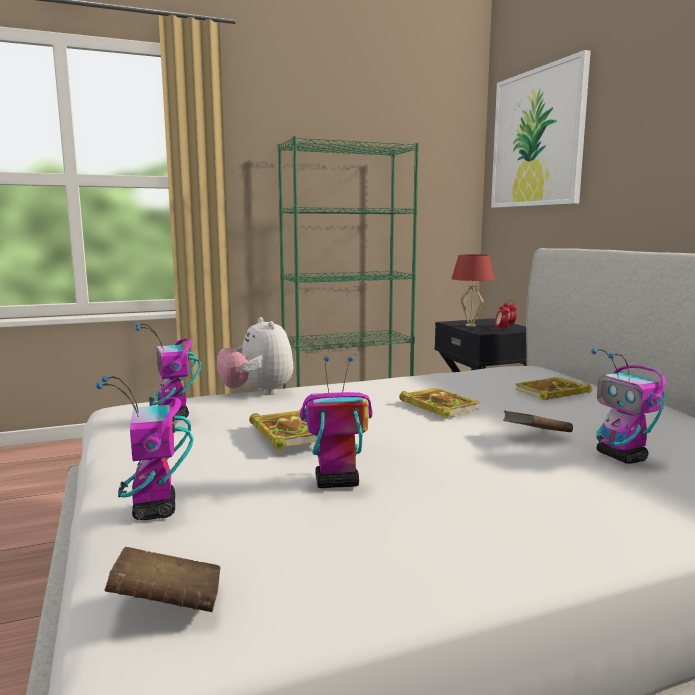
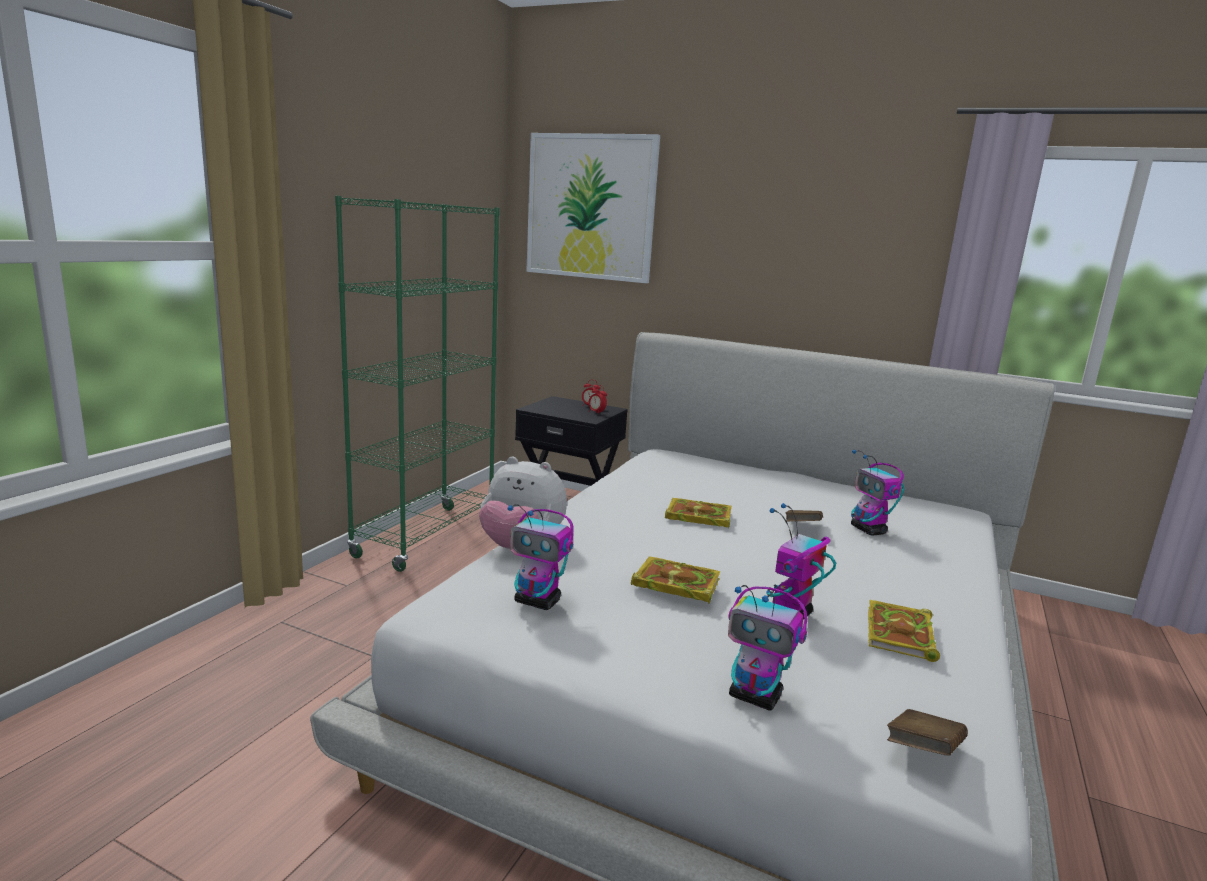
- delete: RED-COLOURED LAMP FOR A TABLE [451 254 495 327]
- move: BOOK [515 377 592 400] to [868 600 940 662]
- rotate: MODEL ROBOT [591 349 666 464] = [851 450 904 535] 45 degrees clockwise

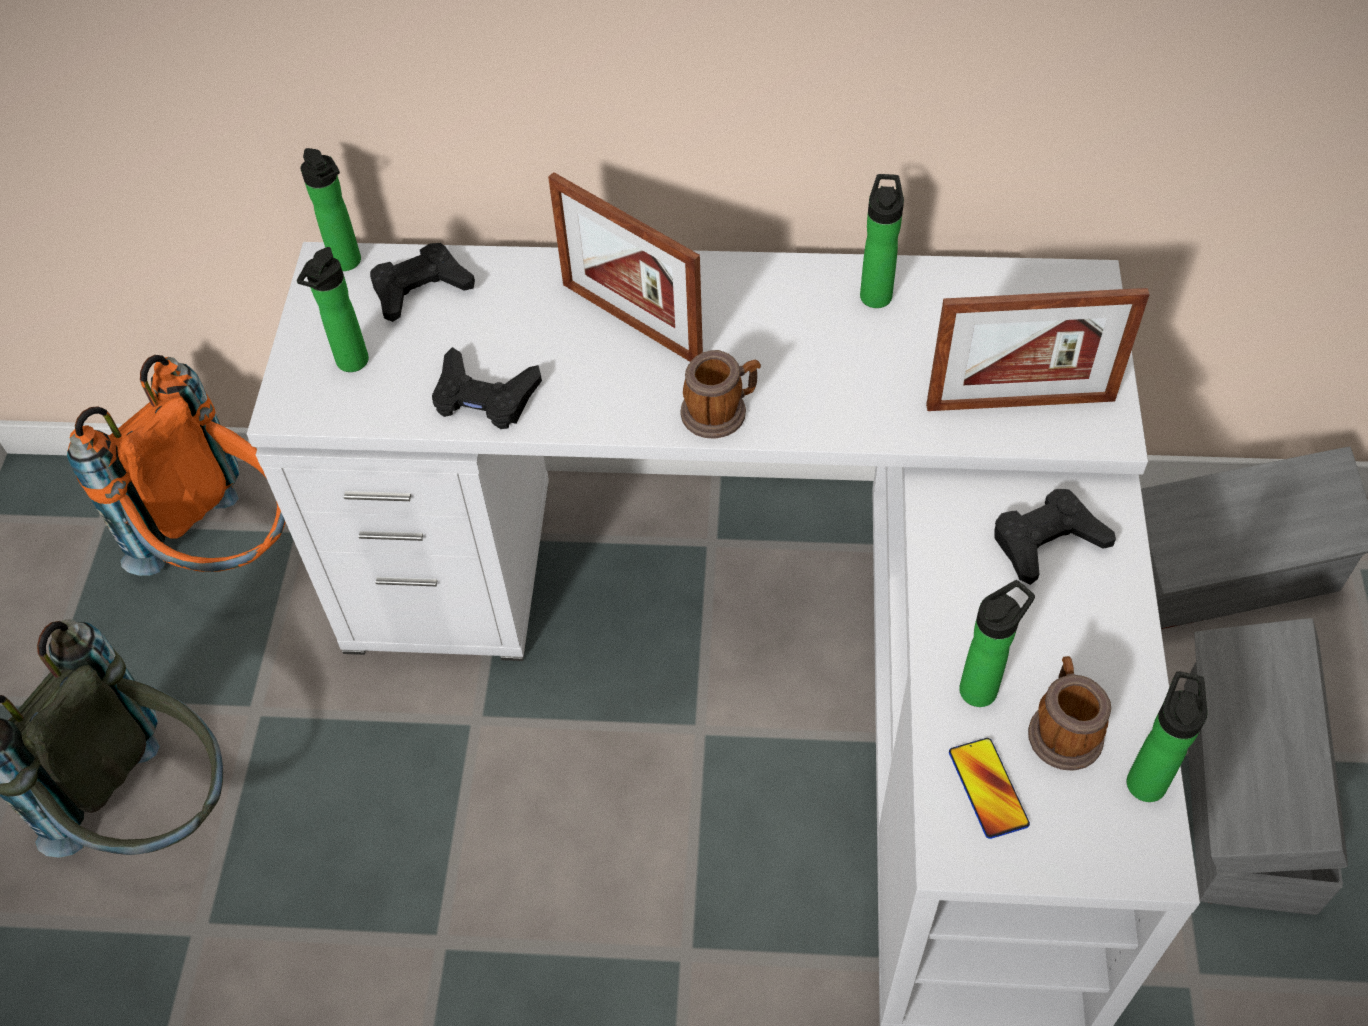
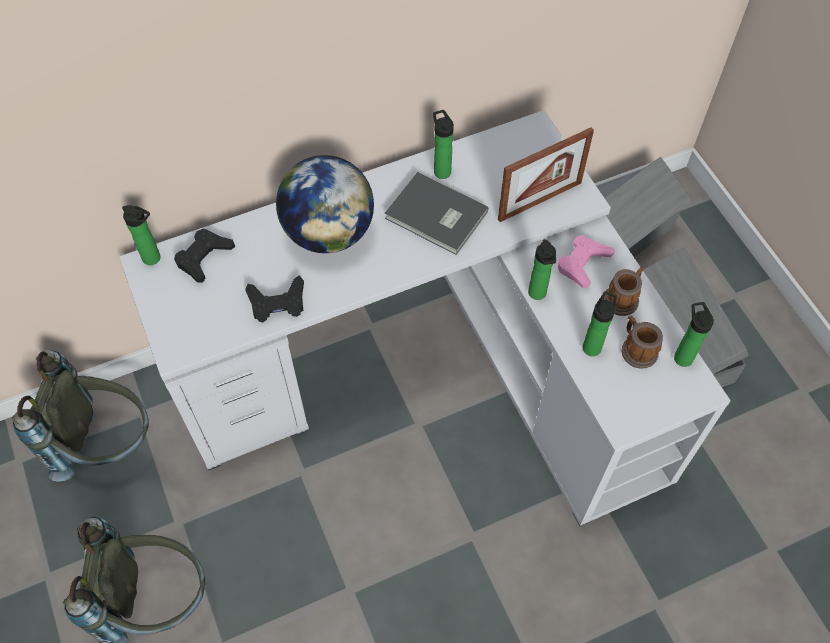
- recolor: ORANGE RUCKSACK [67 355 285 576] to GREYISH RUCKSACK [12 350 149 482]
- move: BOTTLE [297 247 369 372] to [528 239 556 300]
- replace: PHOTO FRAME [548 172 703 362] to WORLD GLOBE [276 155 374 253]
- move: COFFEE MUG [681 350 761 439] to [603 267 644 316]
- delete: HANDSET [949 738 1030 839]
- recolor: BLACK JOYPAD [995 489 1116 585] to PINK-COLOURED JOYPAD [558 235 615 288]
- insert: GREYISH BOOK [385 172 489 255]

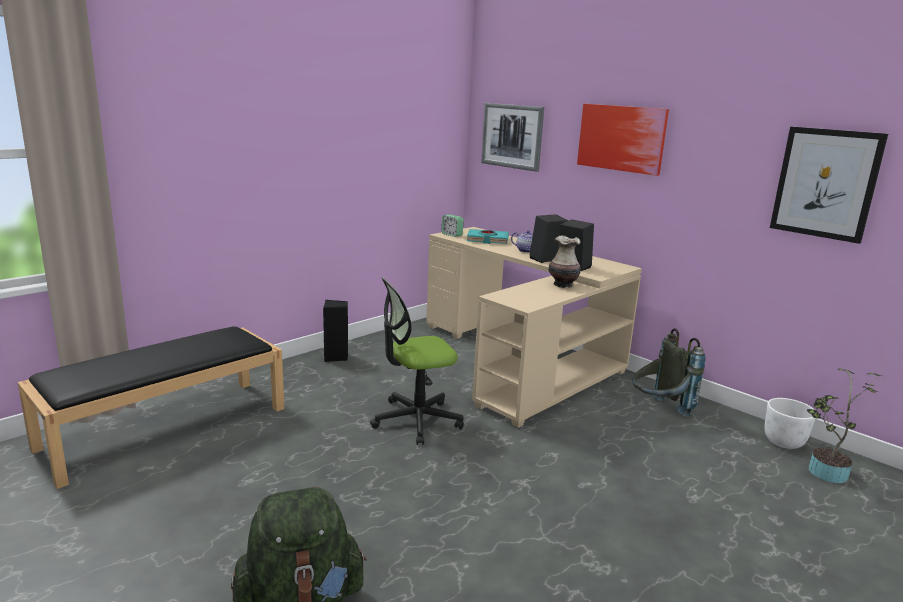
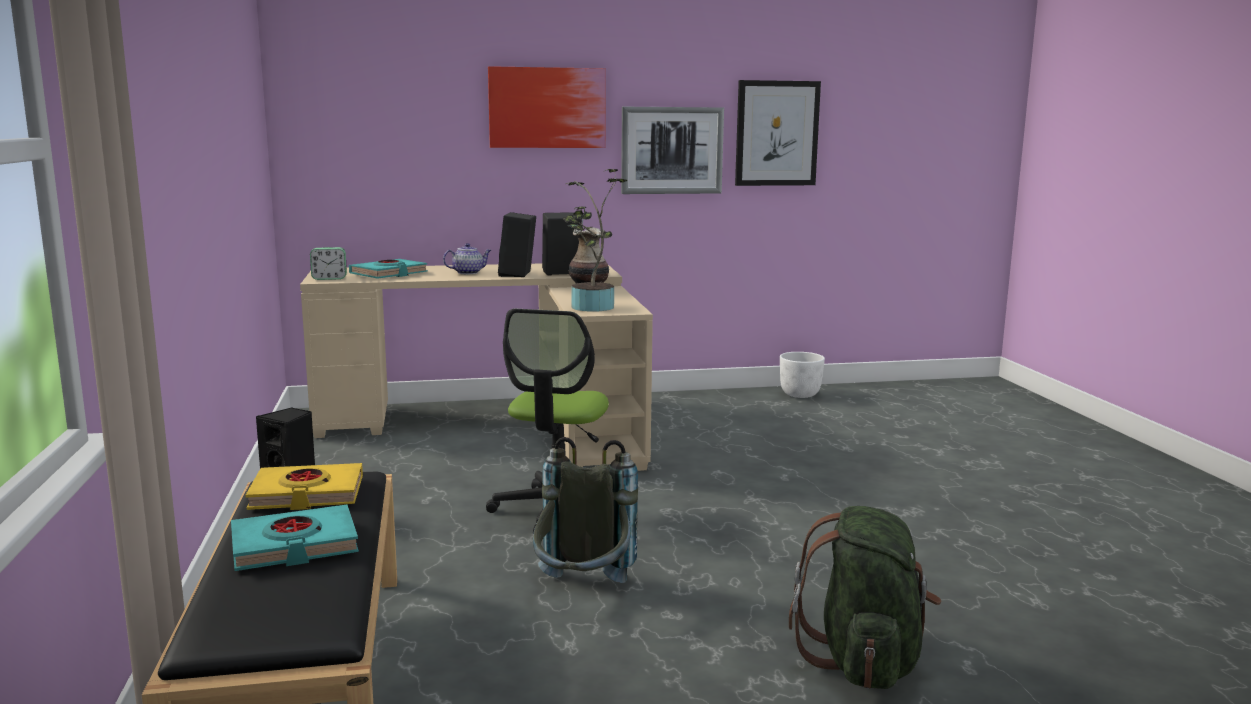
- move: WALL PICTURE [481 103 544 172] to [621 107 724 194]
- move: GREYISH RUCKSACK [633 328 706 417] to [533 437 638 583]
- move: PLANT IN A POT [807 369 882 483] to [563 168 627 312]
- insert: TURQUOISE BOOK [231 505 359 571]
- insert: YELLOW-COLOURED BOOK [246 463 363 510]

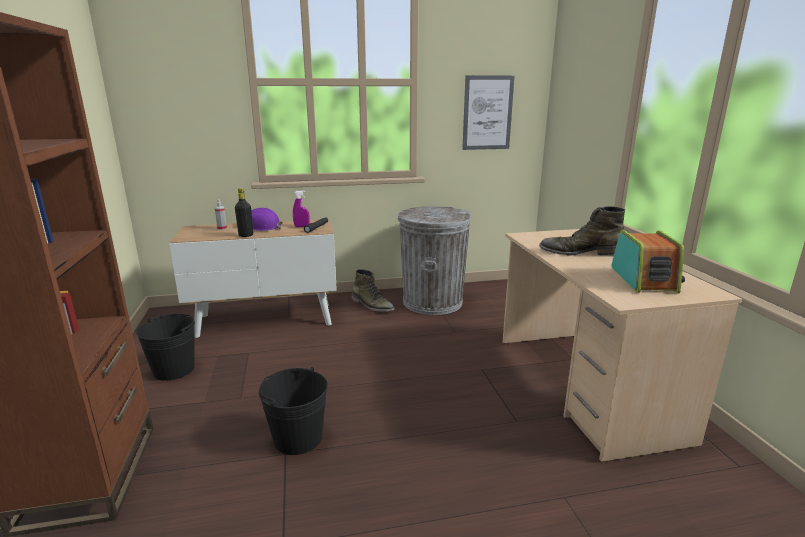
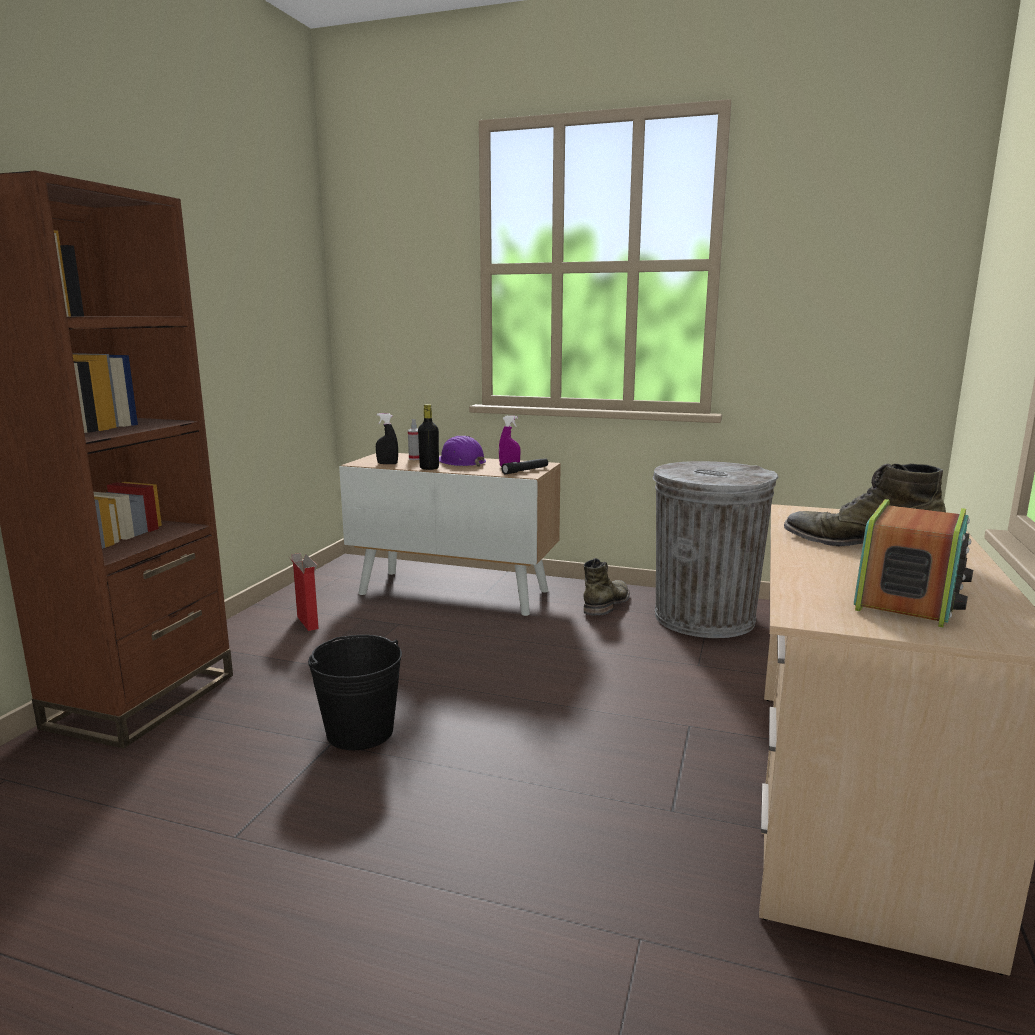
- replace: BLACK BUCKET [136 314 195 381] to PACKING BOX [289 553 319 631]
- rotate: GREEN-COLOURED TALL BOOT [351 269 395 312] = [583 558 630 616] 135 degrees counterclockwise
- delete: WALL PICTURE [462 75 515 150]
- insert: BLACK SPRAY BOTTLE [376 413 398 464]

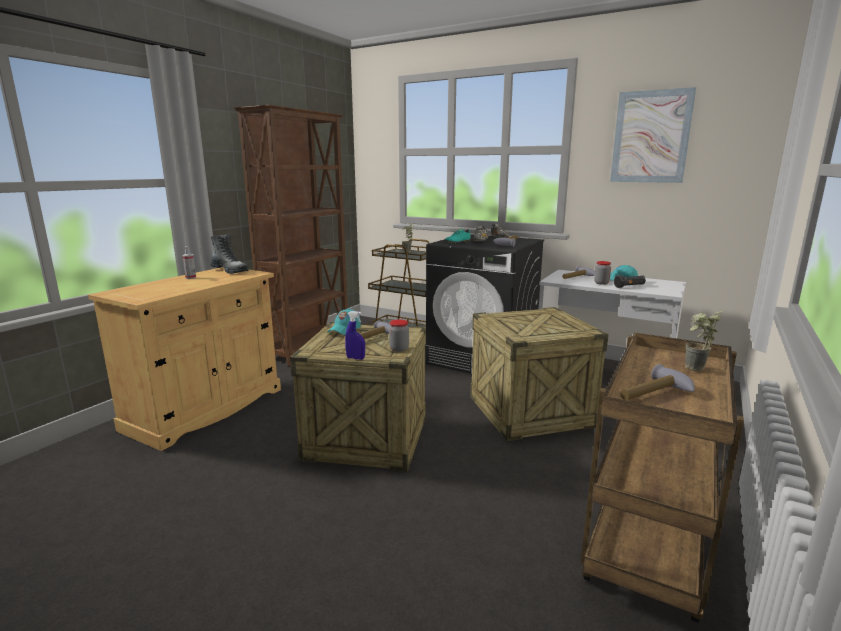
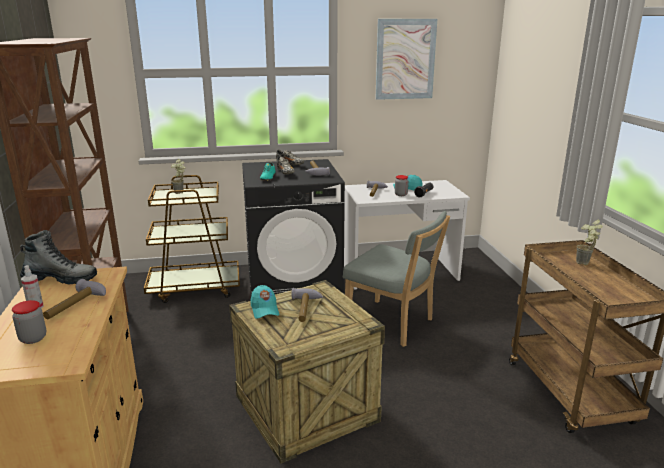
- delete: BLUE-COLOURED SPRAY BOTTLE [345 311 365 360]
- move: JAR [389 319 409 352] to [12 300 46 344]
- replace: SHIPPING CRATE [470 307 609 441] to GREYISH CHAIR [343 211 450 347]
- move: TOOL HAMMER [620 364 695 400] to [43 279 106 319]

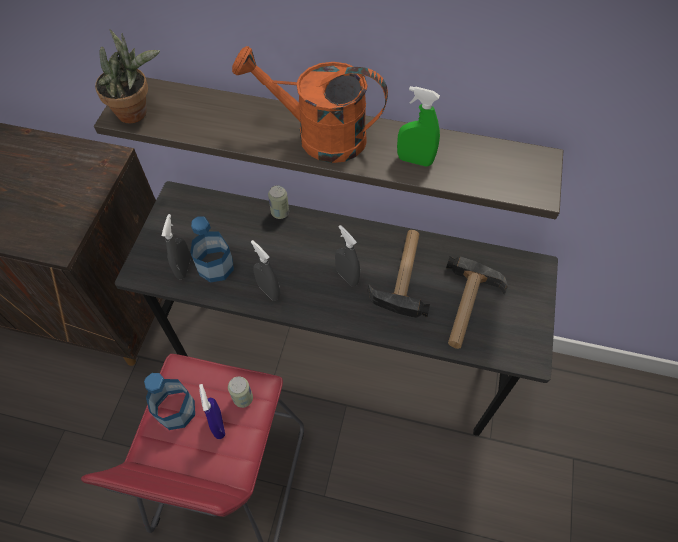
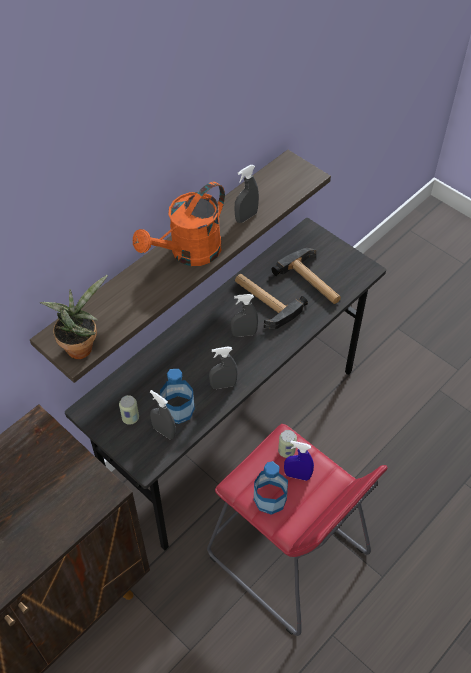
- move: SEALED CAN [268 185 289 219] to [119 395 139 425]
- recolor: GREEN-COLOURED SPRAY BOTTLE [397 86 440 167] to GREYISH SPRAY BOTTLE [235 165 259 223]

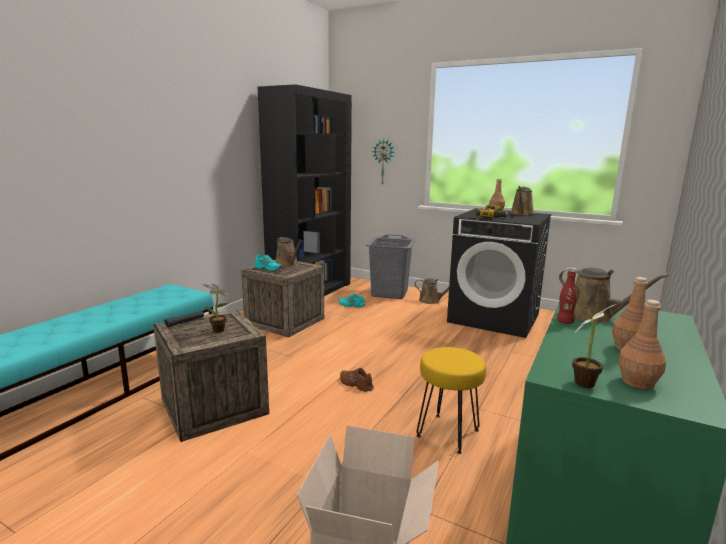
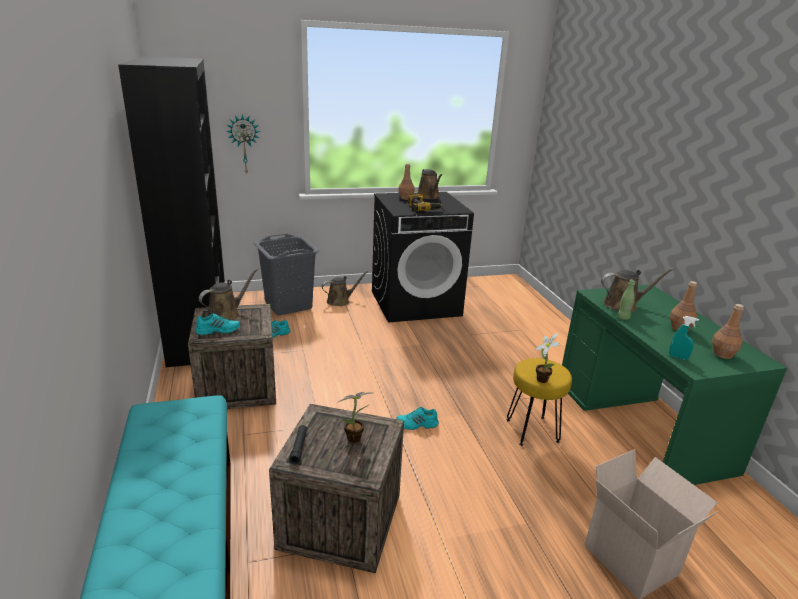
- rotate: BROWNISH WATERING POT [276 237 302 267] = [199 268 258 321] 60 degrees counterclockwise
- recolor: BROWNISH ITEM OF FOOTWEAR [340 368 374 392] to TURQUOISE ITEM OF FOOTWEAR [396 407 439 430]
- recolor: RED-COLOURED BOTTLE [557 270 577 324] to GREEN-COLOURED BOTTLE [617 280 636 320]
- move: PLANT IN A POT [572 303 619 388] to [535 333 560 383]
- insert: TURQUOISE SPRAY BOTTLE [669 316 699 360]

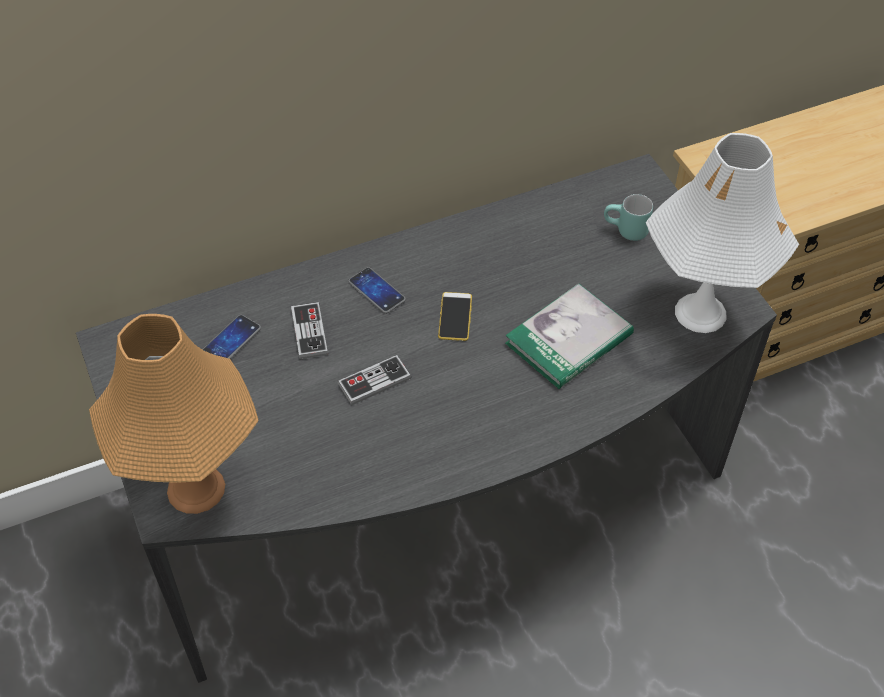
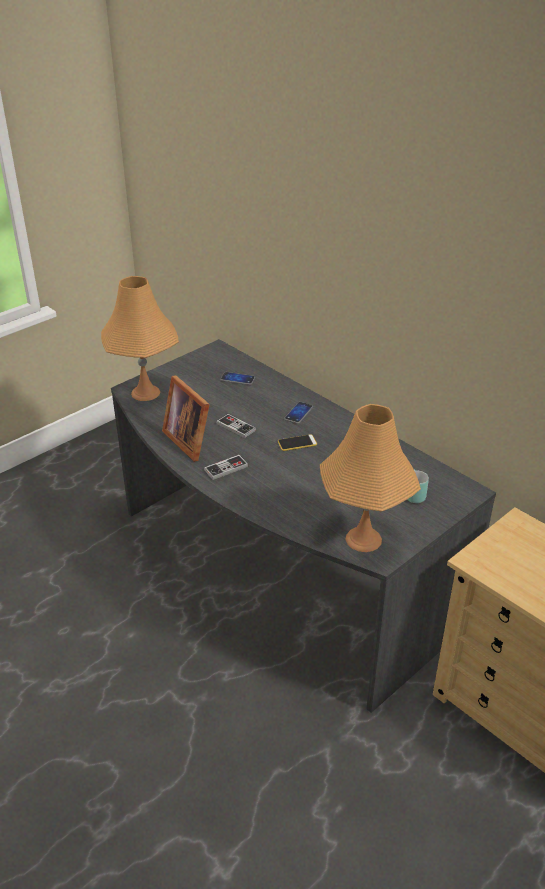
- move: JOYPAD [291 302 328 359] to [204 455 248 480]
- delete: BOOK [505 283 634 389]
- recolor: WHITE LAMP FOR A TABLE [646 133 799 333] to ORANGE LAMP FOR A TABLE [320 404 421 552]
- insert: PHOTO FRAME [162 375 210 462]

